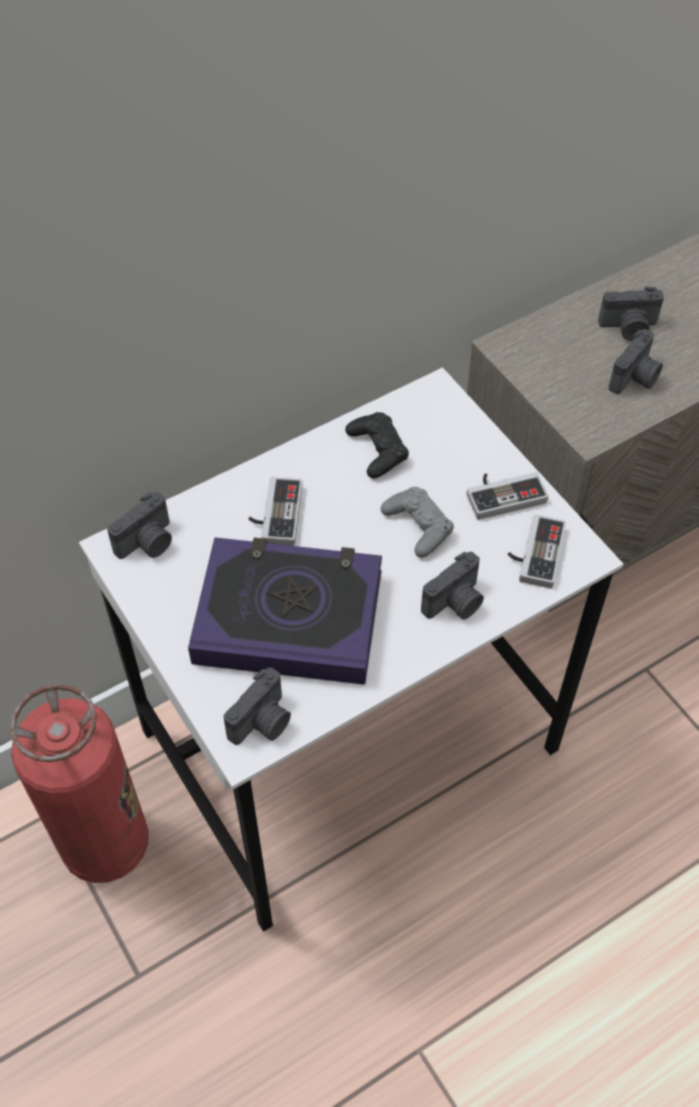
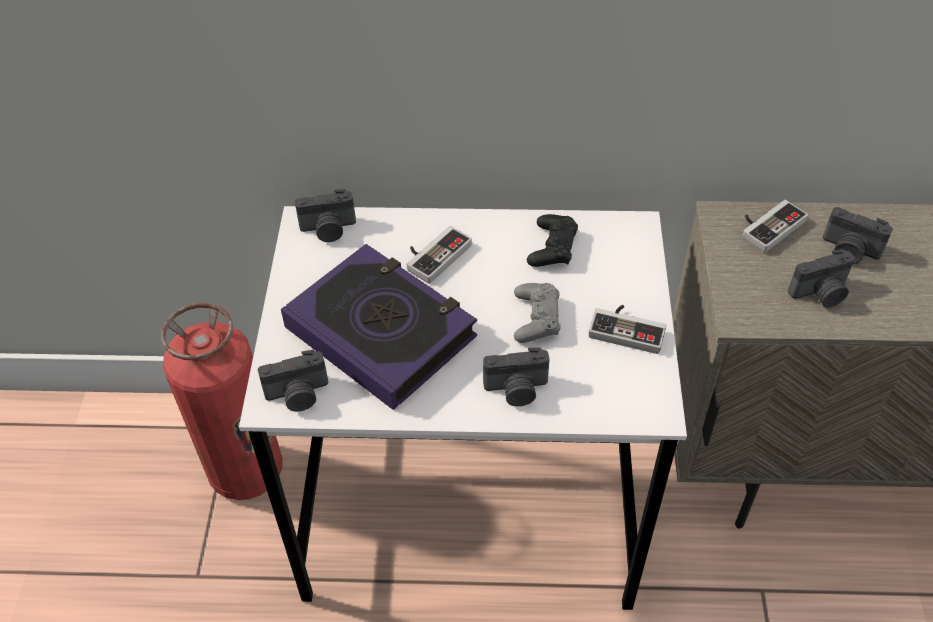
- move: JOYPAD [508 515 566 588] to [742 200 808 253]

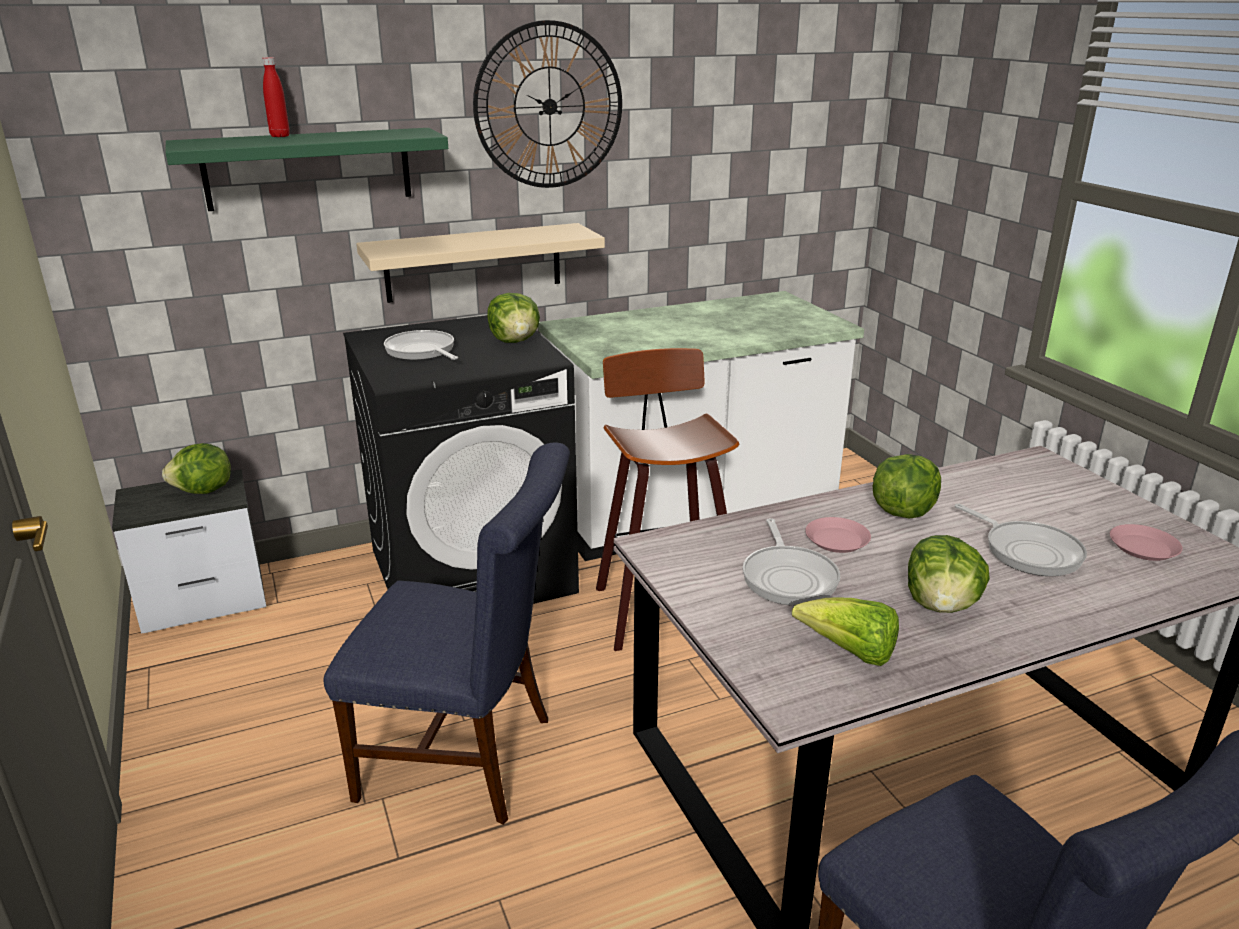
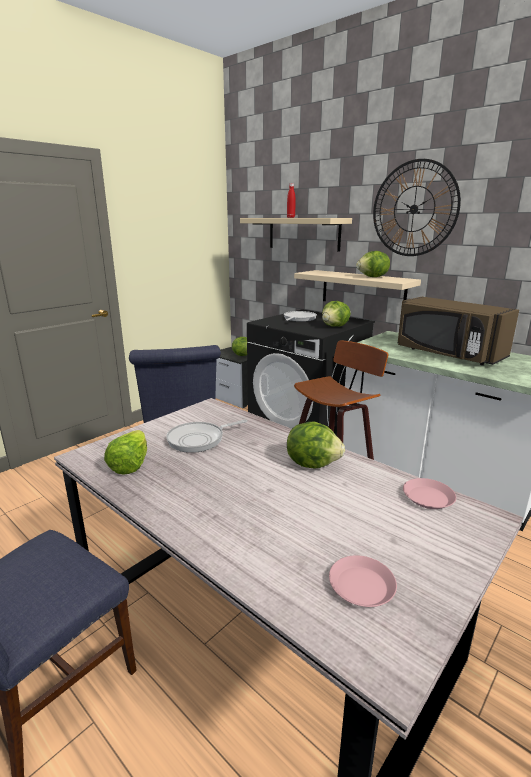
- recolor: GREEN-COLOURED SHELF [165 128 448 211] to BEIGE SHELF [240 218 352 252]
- move: PINK-COLOURED FLAT DISH [805 517 871 553] to [403 478 456 509]
- move: LETTUCE HEAD [908 535 990 613] to [356 251 390 277]
- delete: SKILLET [955 504 1087 576]
- insert: BROWNISH MICROWAVE OVEN [398 297 519 365]

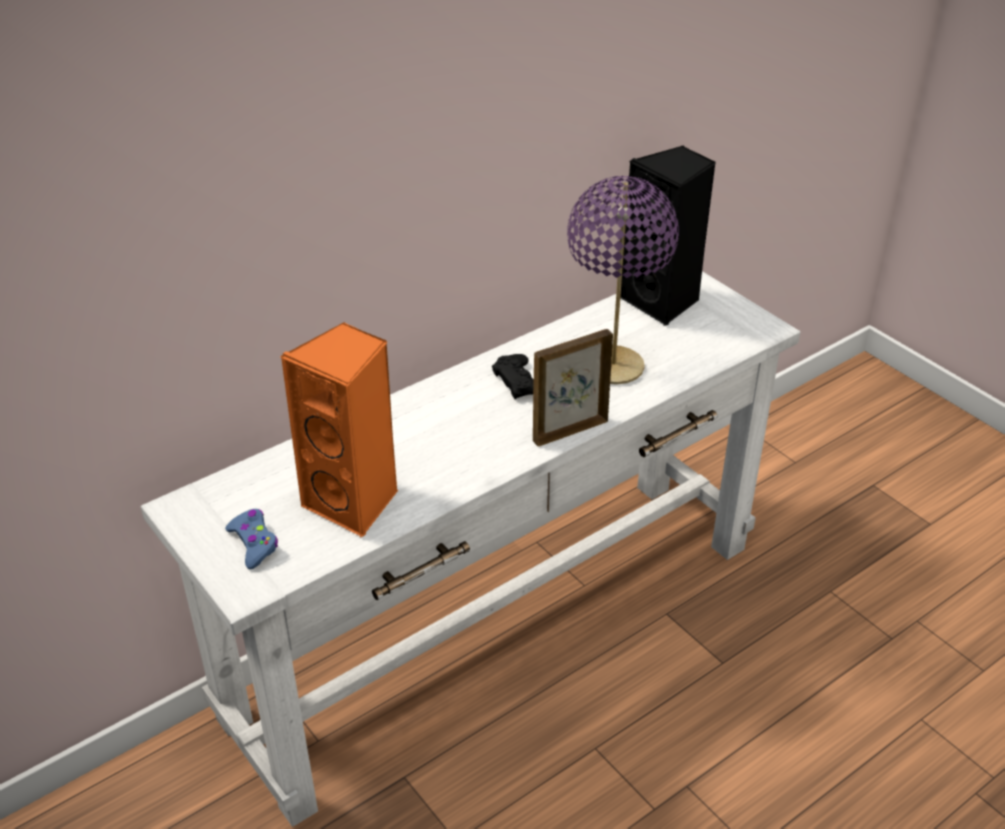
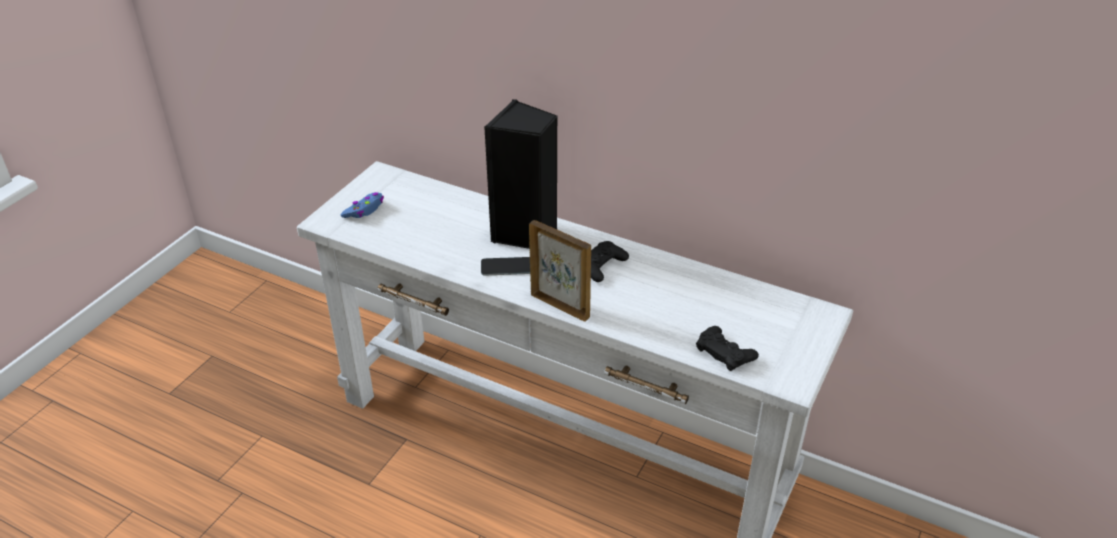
- delete: ORANGE SPEAKER [280 322 398 538]
- delete: PURPLE-COLOURED LAMP FOR A TABLE [567 176 679 385]
- move: BLACK SPEAKER [620 145 716 326] to [484 99 558 249]
- insert: HANDSET [481 257 530 276]
- insert: BLACK JOYPAD [696 326 759 371]

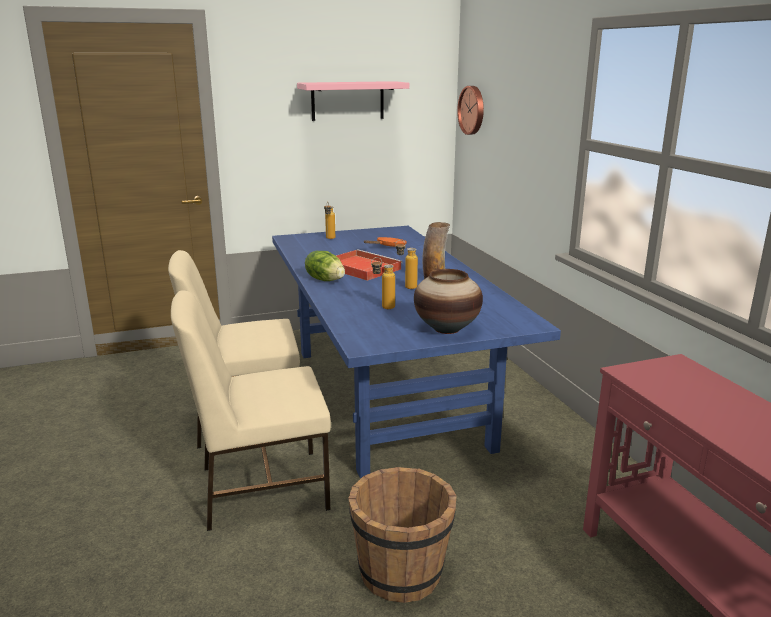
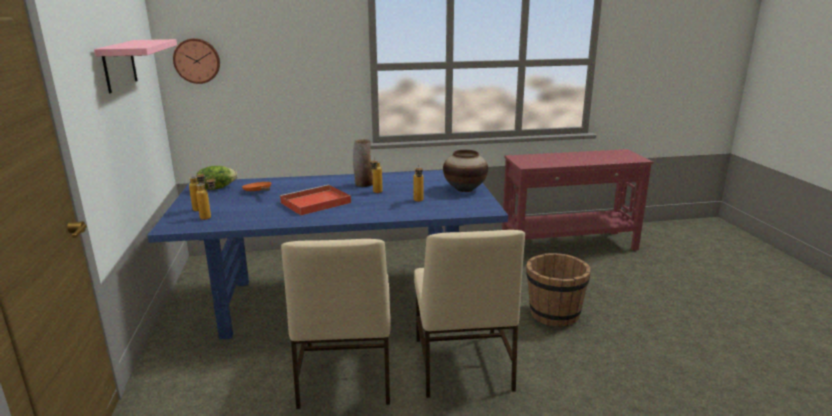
- move: LETTUCE HEAD [305 251 345 281] to [196 166 237 190]
- insert: BOTTLE [196 176 216 220]

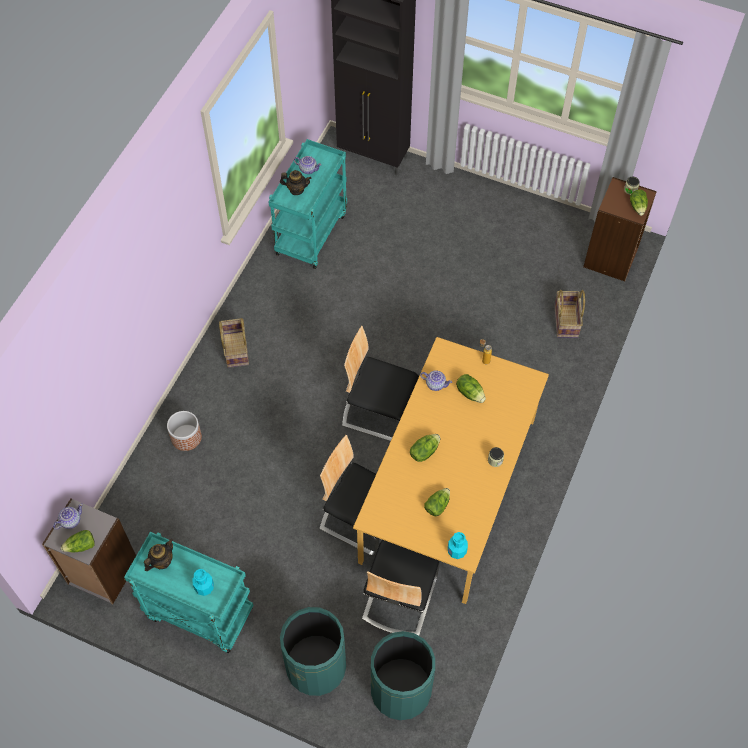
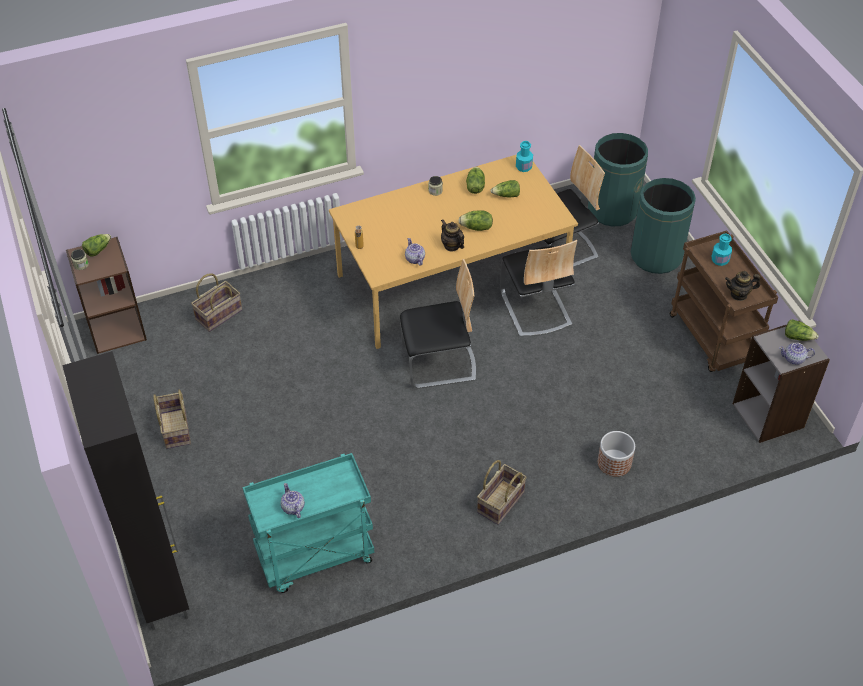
- recolor: TURQUOISE TROLLEY [124 532 254 653] to BROWNISH TROLLEY [670 230 778 372]
- move: TEA POT [280 170 312 195] to [441 220 464 251]
- rotate: CHAIR [342 326 419 442] = [400 259 476 389] 75 degrees counterclockwise
- move: LETTUCE HEAD [456 374 486 403] to [466 167 485 194]
- insert: STORAGE BASKET [153 390 191 449]

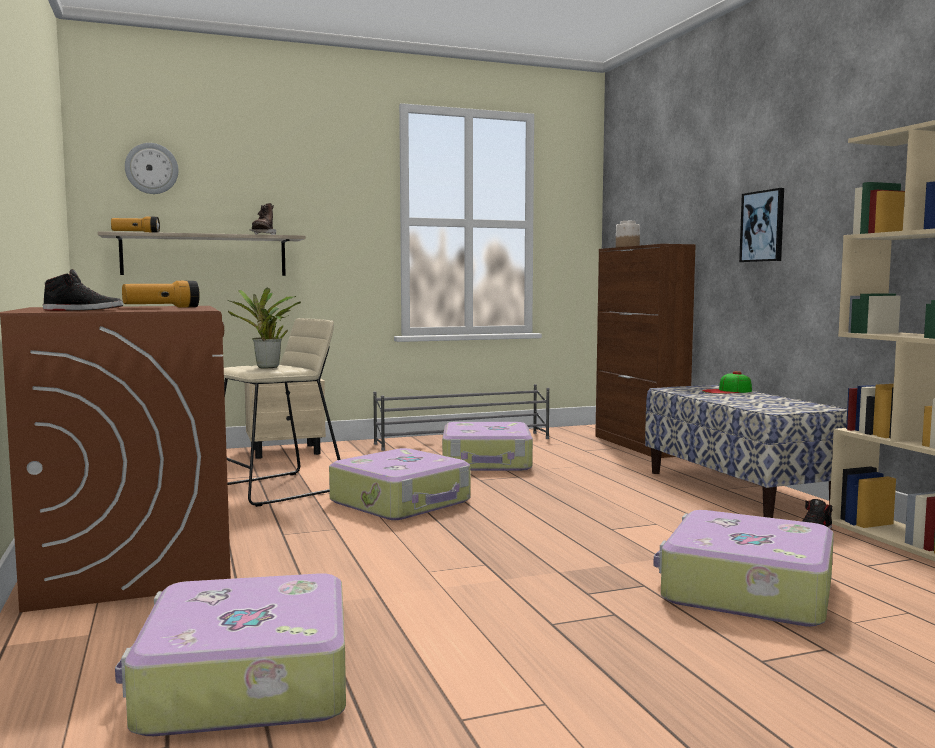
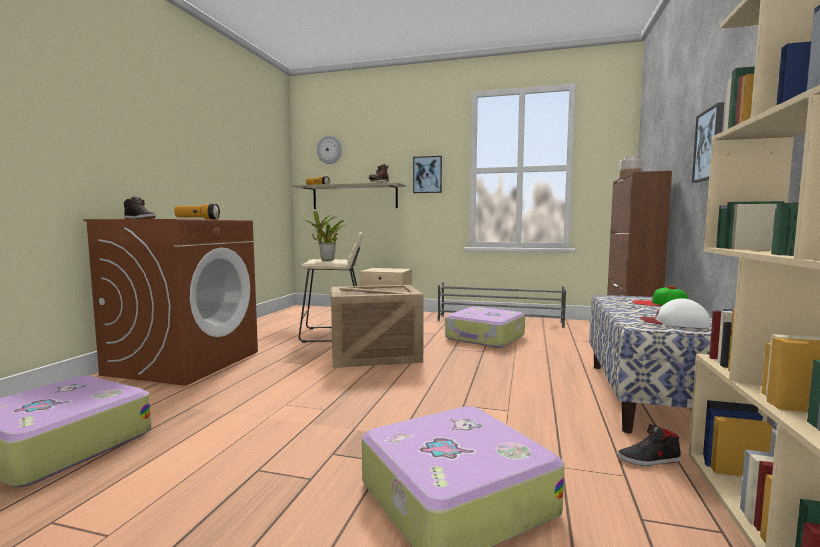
- replace: SUITCASE [329 448 471 520] to SHIPPING CRATE [331 285 424 368]
- insert: WALL PICTURE [413 156 442 193]
- insert: WHITE BASEBALL CAP [640 298 711 328]

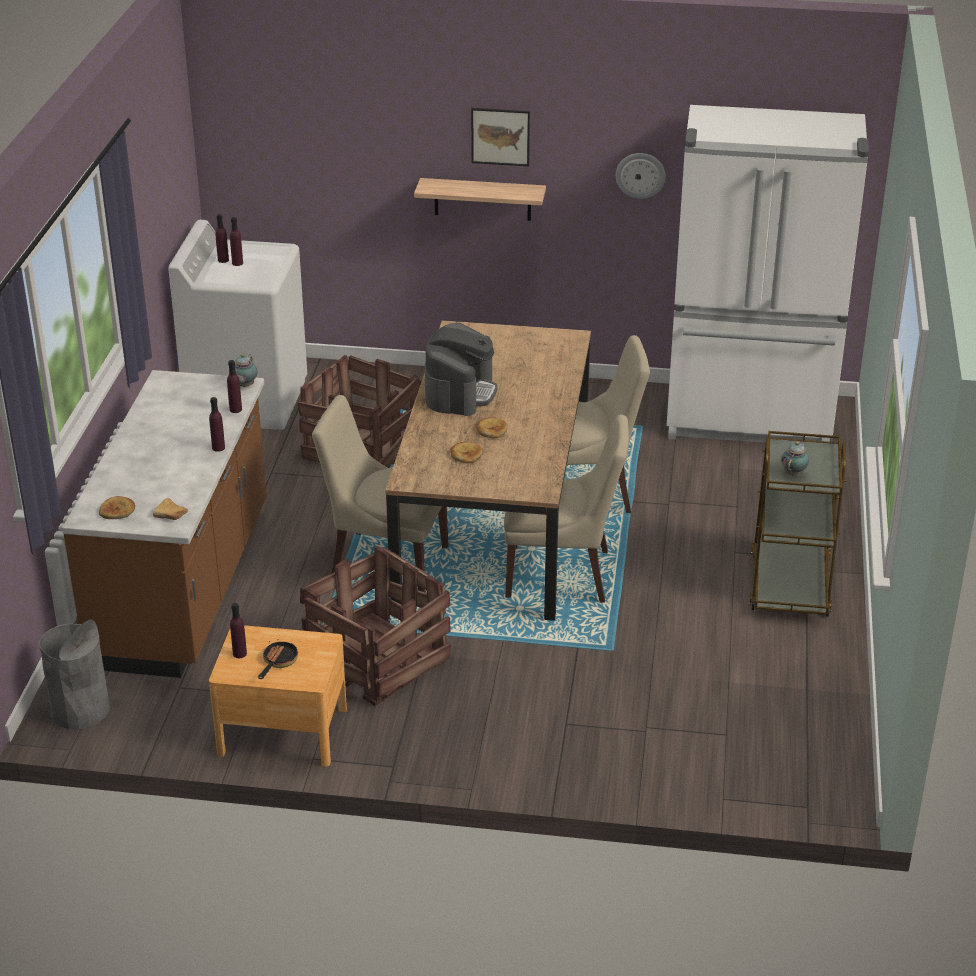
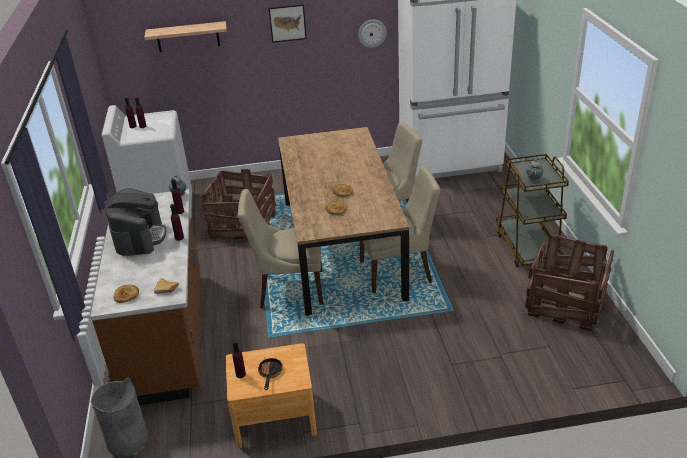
- move: SHIPPING CRATE [300 546 451 706] to [525 234 614 331]
- move: SHELF [414 178 546 221] to [144 21 227 52]
- move: COFFEE MACHINE [425 323 497 416] to [106 188 167 256]

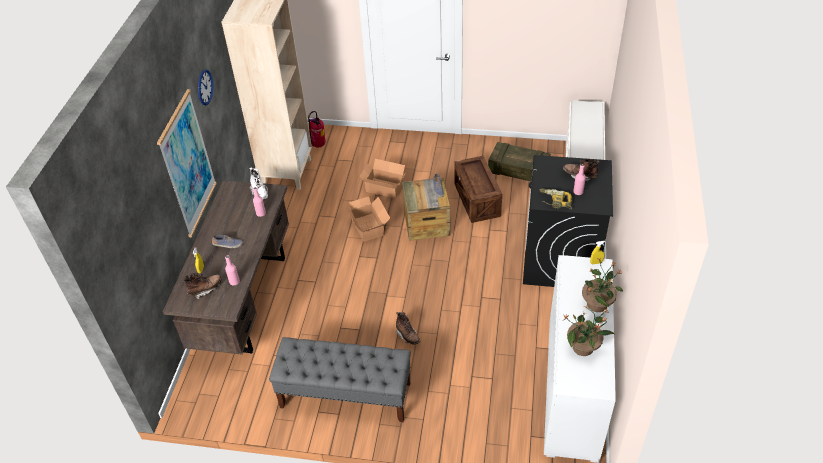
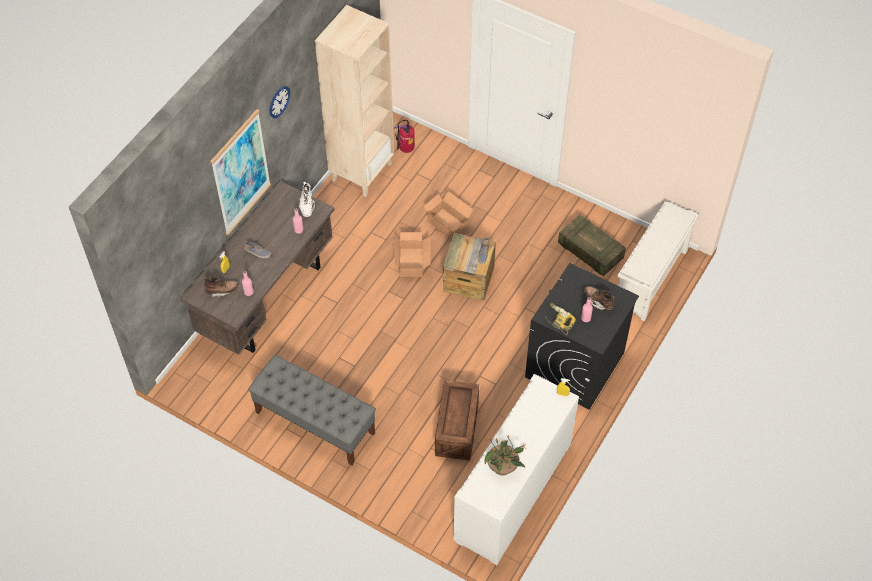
- delete: BROWNISH TALL BOOT [396 312 420 345]
- move: SHIPPING CRATE [454 156 502 223] to [435 380 479 460]
- delete: PLANT IN A POT [582 258 623 312]

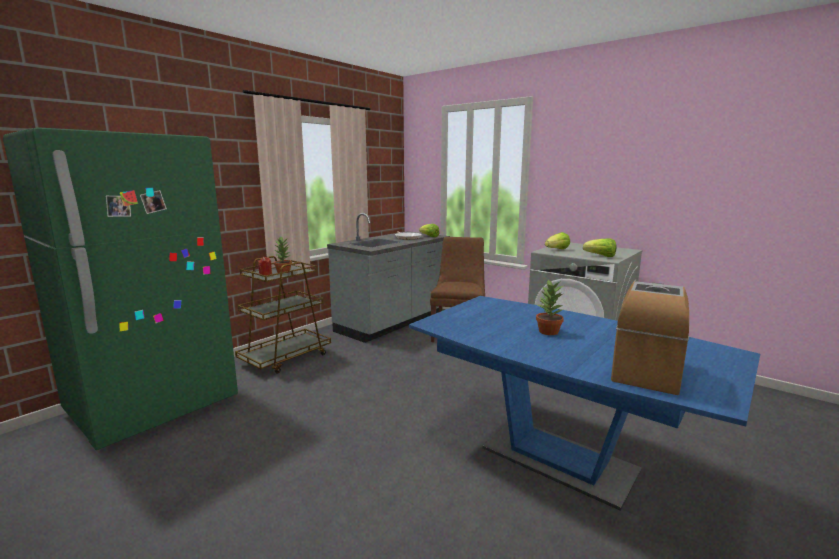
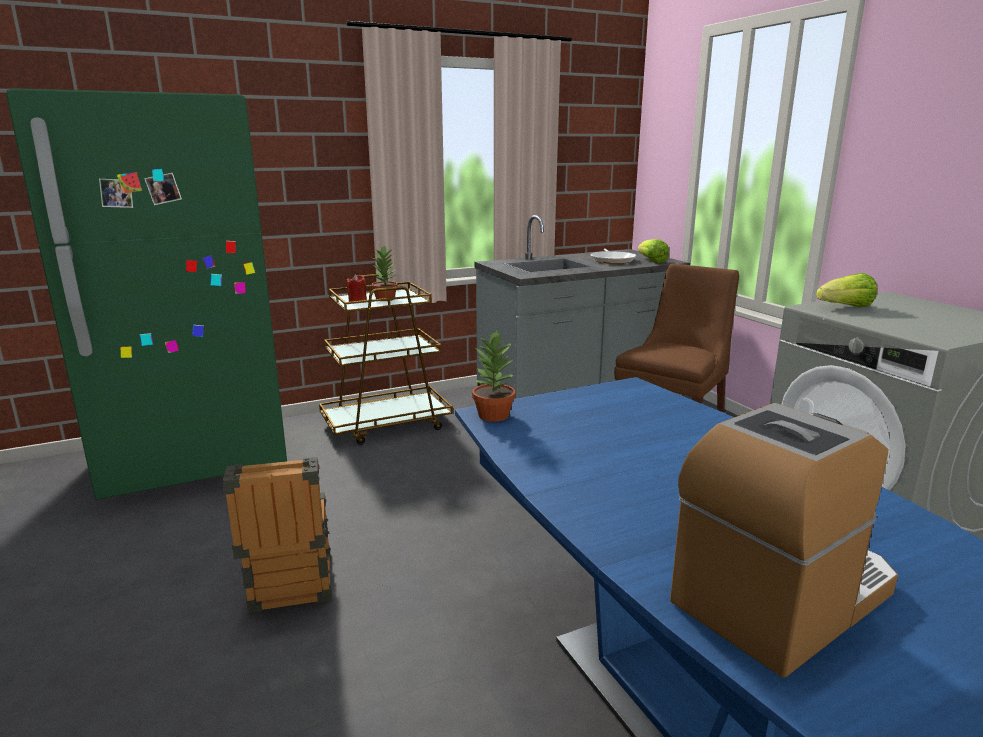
- move: PLANT IN A POT [536 280 564 335] to [472 331 515 422]
- delete: LETTUCE HEAD [583 238 617 257]
- insert: SHIPPING CRATE [223 457 332 613]

